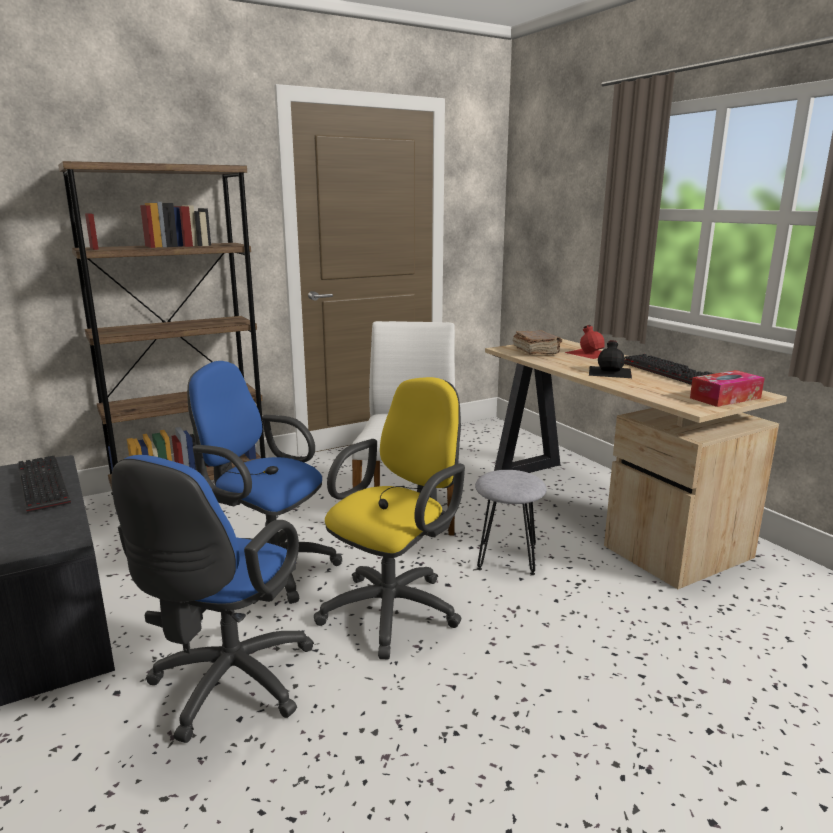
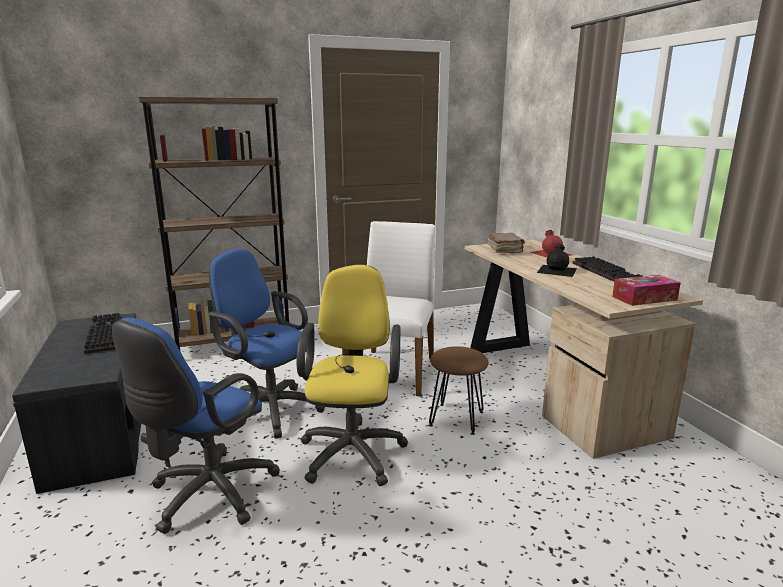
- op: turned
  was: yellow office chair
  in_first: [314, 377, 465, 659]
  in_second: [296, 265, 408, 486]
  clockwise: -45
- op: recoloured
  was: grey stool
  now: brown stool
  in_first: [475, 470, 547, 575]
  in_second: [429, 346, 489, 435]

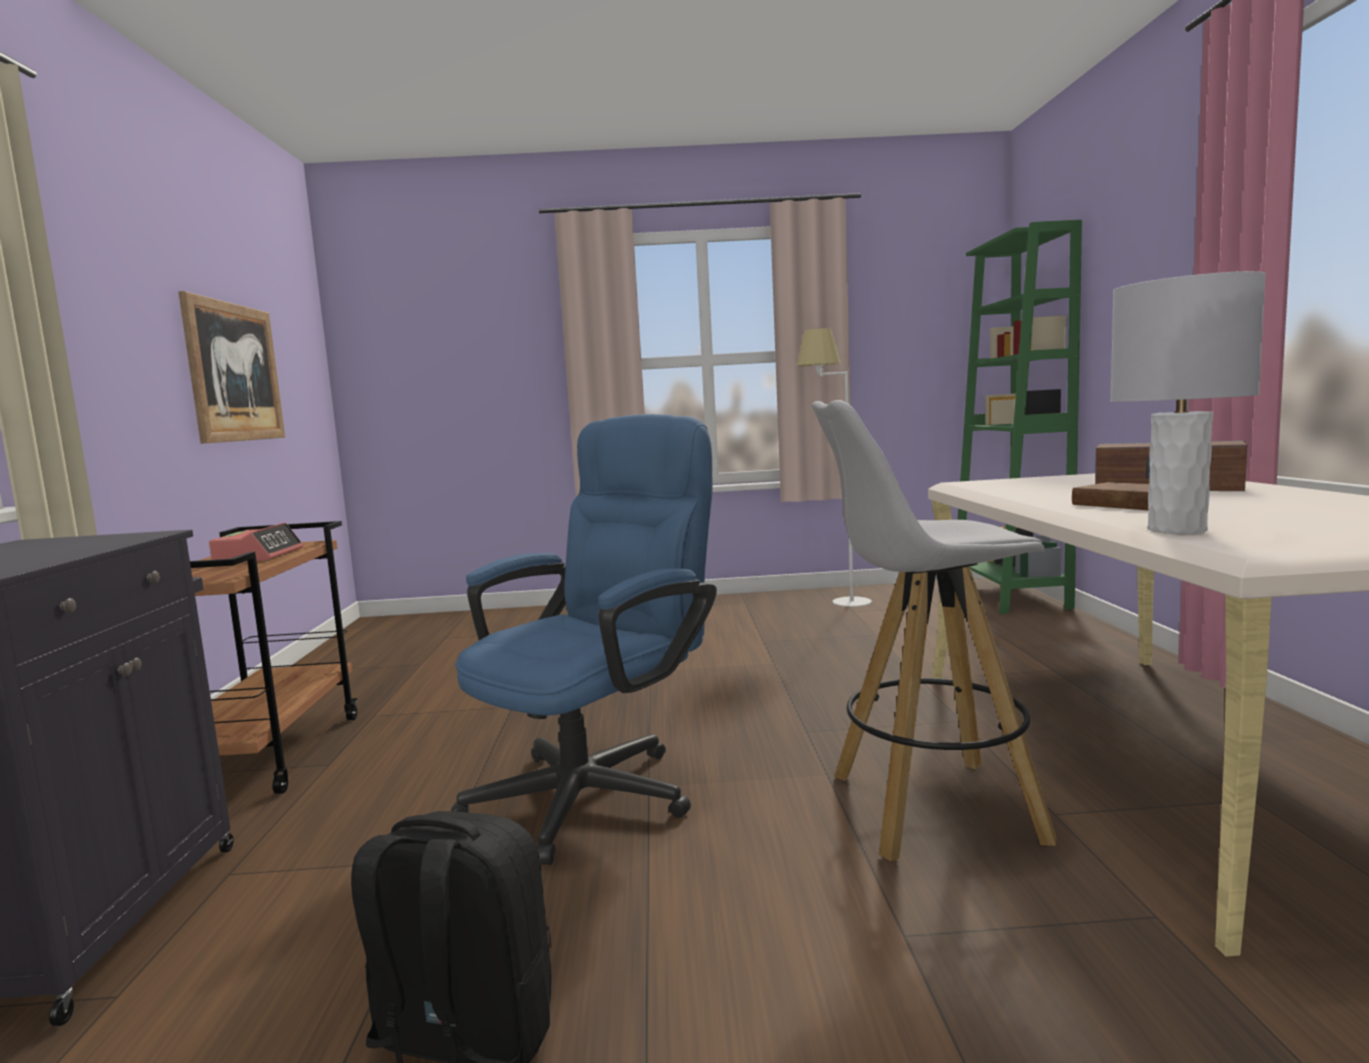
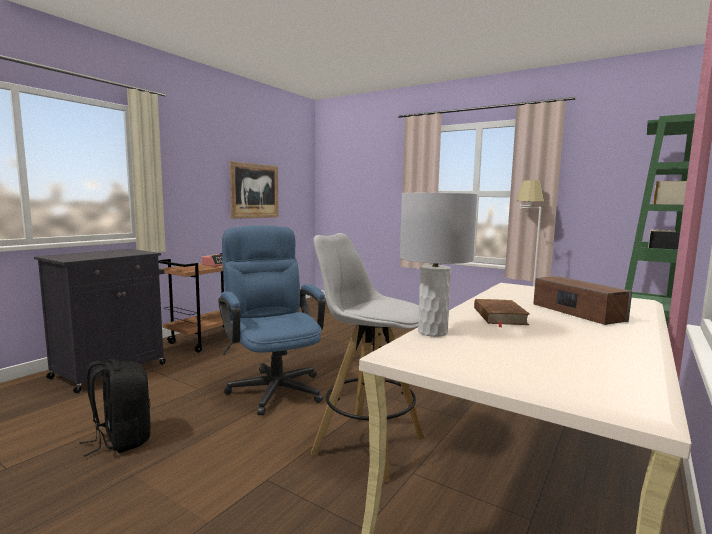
- op: turned
  was: blue office chair
  in_first: [451, 414, 717, 865]
  in_second: [218, 225, 325, 416]
  clockwise: -105

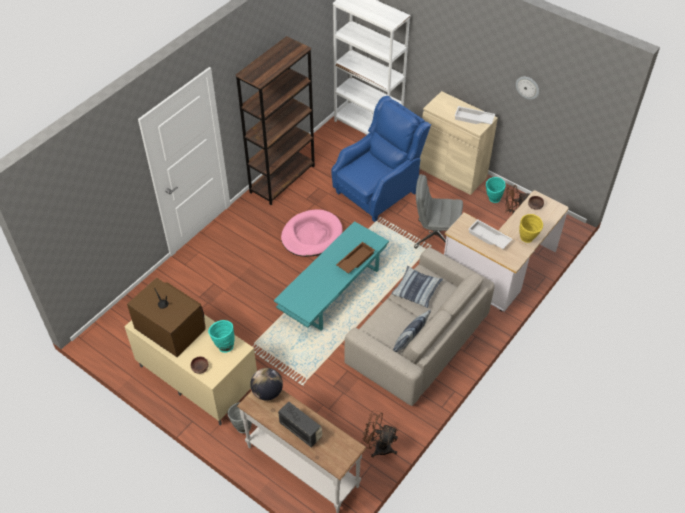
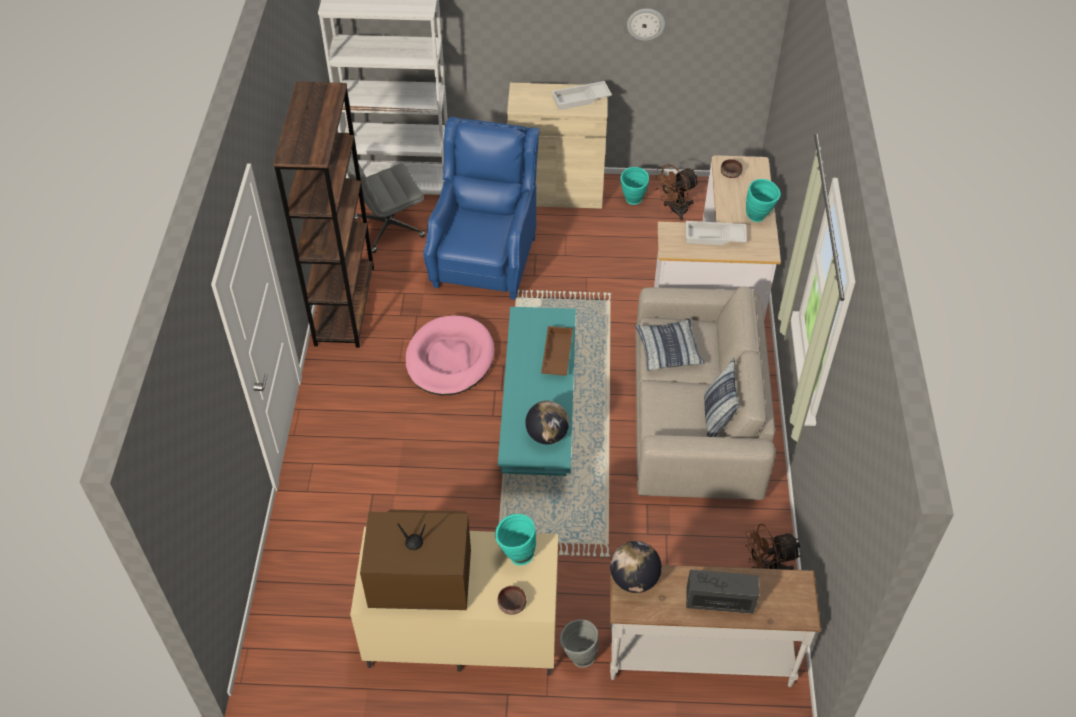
- op: moved
  was: grey office chair
  in_first: [414, 174, 463, 249]
  in_second: [347, 152, 425, 253]
- op: recoloured
  was: yellow vase
  now: turquoise vase
  in_first: [519, 214, 543, 243]
  in_second: [746, 179, 781, 222]
- op: added
  now: globe
  in_second: [525, 401, 569, 445]

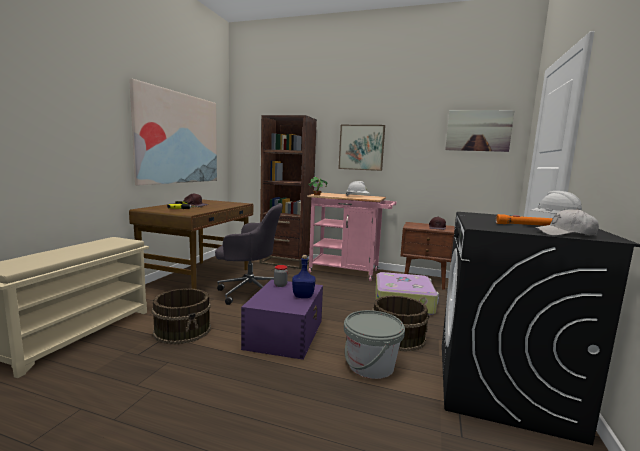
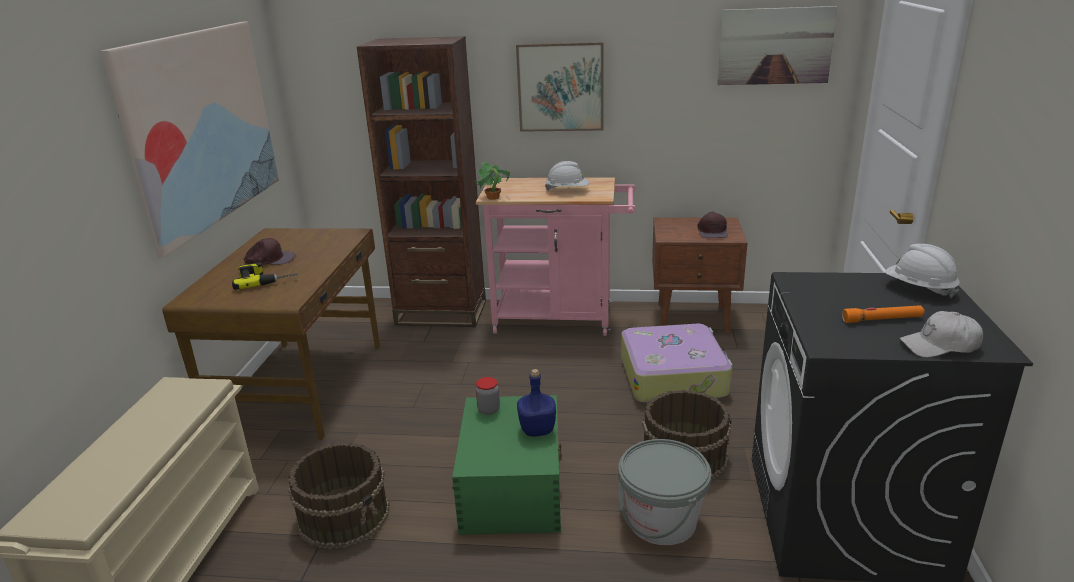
- op: removed
  was: grey office chair
  in_first: [215, 203, 283, 305]
- op: recoloured
  was: purple storage box
  now: green storage box
  in_first: [241, 279, 323, 360]
  in_second: [452, 395, 562, 535]

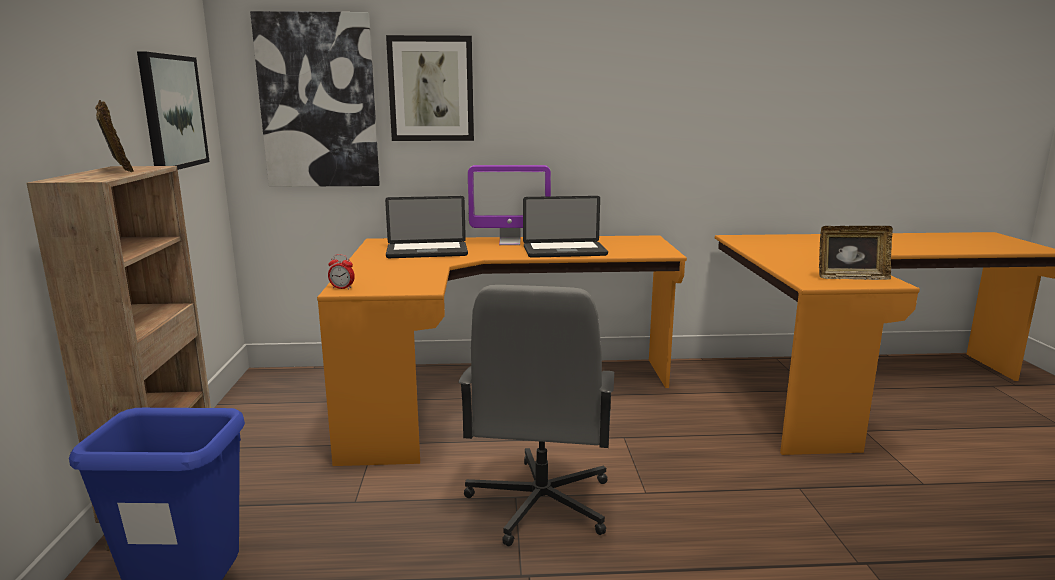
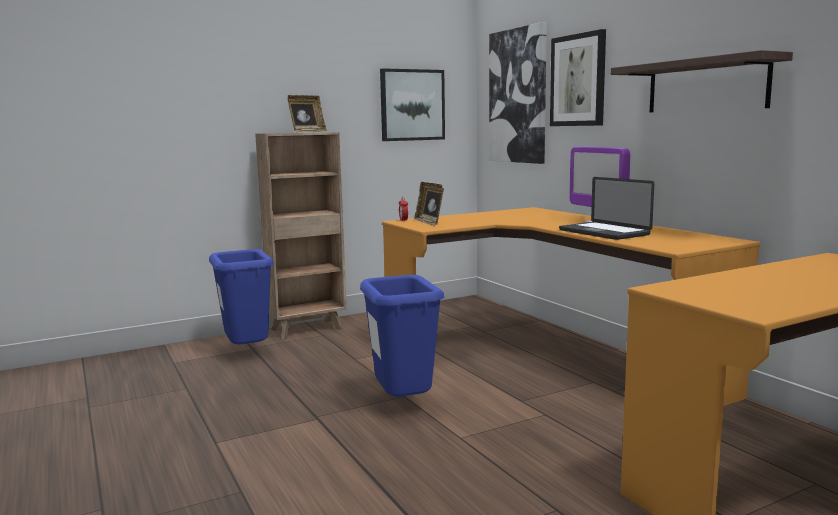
- op: removed
  was: laptop
  in_first: [385, 196, 468, 258]
- op: replaced
  was: grey office chair
  now: blue trash can
  in_first: [458, 285, 614, 546]
  in_second: [360, 275, 444, 406]
- op: moved
  was: picture frame
  in_first: [819, 226, 893, 280]
  in_second: [414, 182, 444, 226]
- op: added
  now: shelf
  in_second: [611, 50, 793, 112]

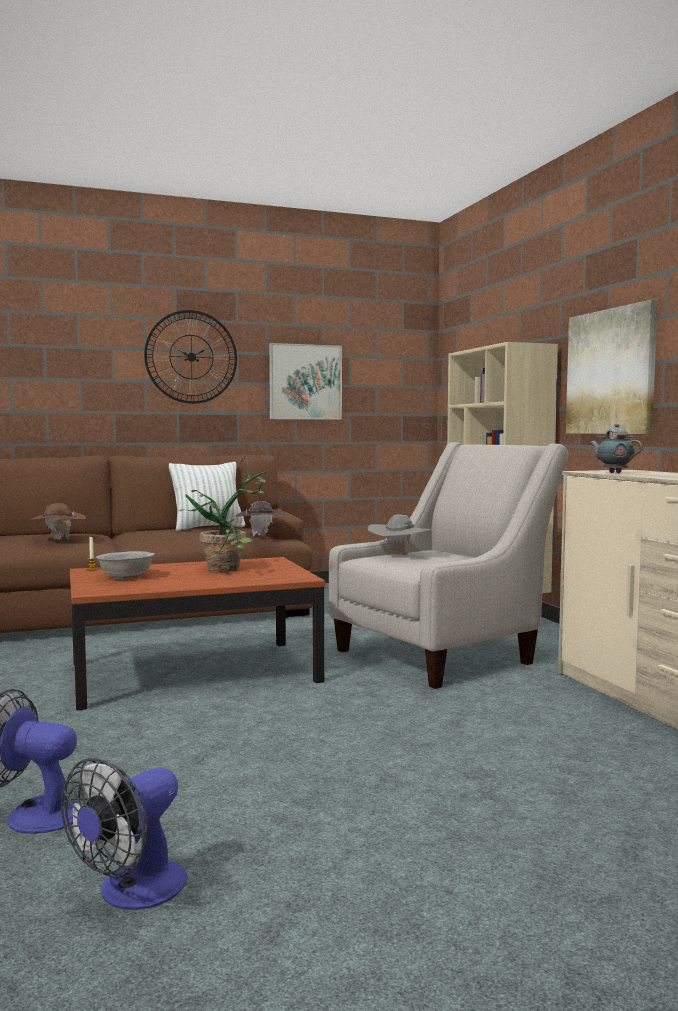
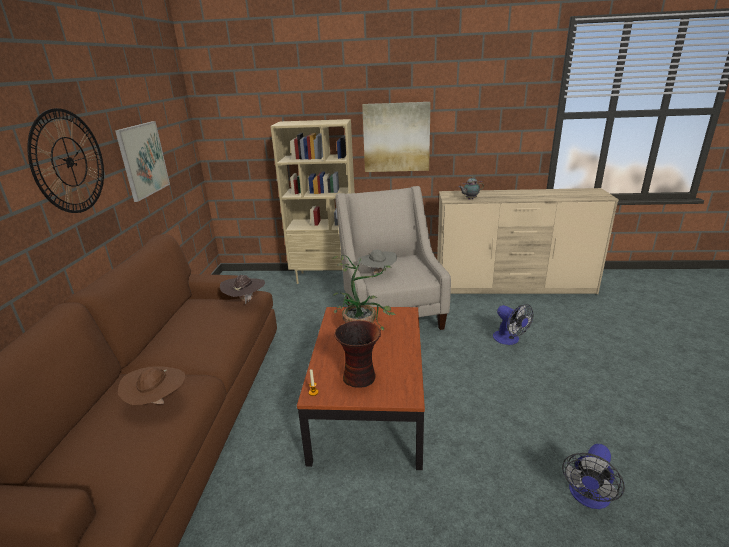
- op: moved
  was: fan
  in_first: [61, 758, 187, 910]
  in_second: [493, 304, 534, 345]
- op: replaced
  was: white bowl
  now: vase
  in_first: [96, 551, 155, 579]
  in_second: [334, 320, 381, 388]
- op: removed
  was: pillow
  in_first: [169, 462, 245, 531]

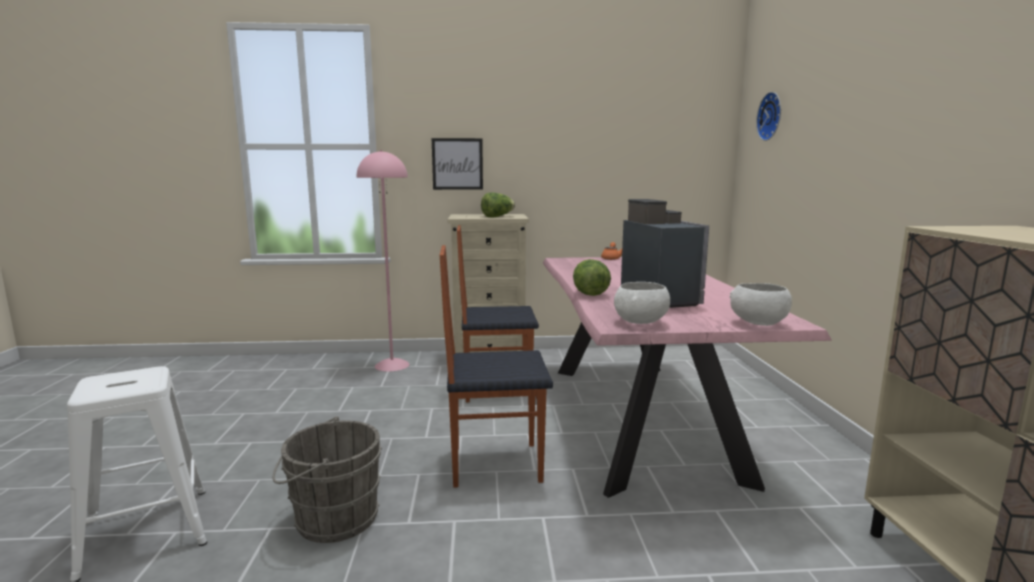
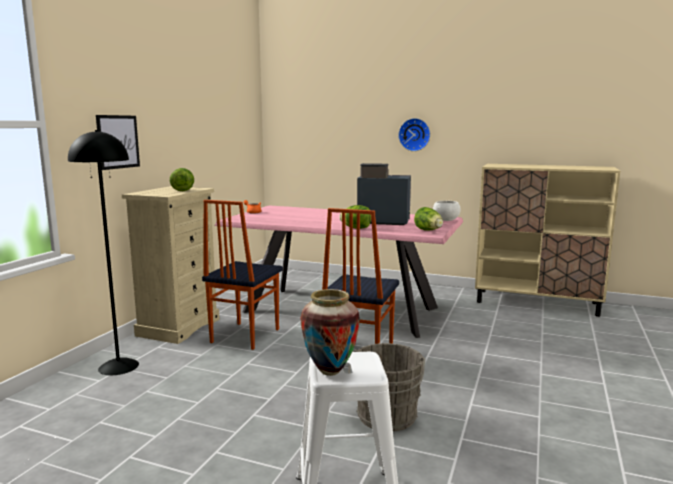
- op: recoloured
  was: pink floor lamp
  now: black floor lamp
  in_first: [357, 150, 410, 372]
  in_second: [68, 130, 139, 375]
- op: replaced
  was: white bowl
  now: lettuce
  in_first: [614, 282, 670, 324]
  in_second: [414, 207, 443, 231]
- op: moved
  was: wall clock
  in_first: [756, 92, 781, 141]
  in_second: [398, 118, 430, 151]
- op: added
  now: vase
  in_second: [300, 289, 360, 376]

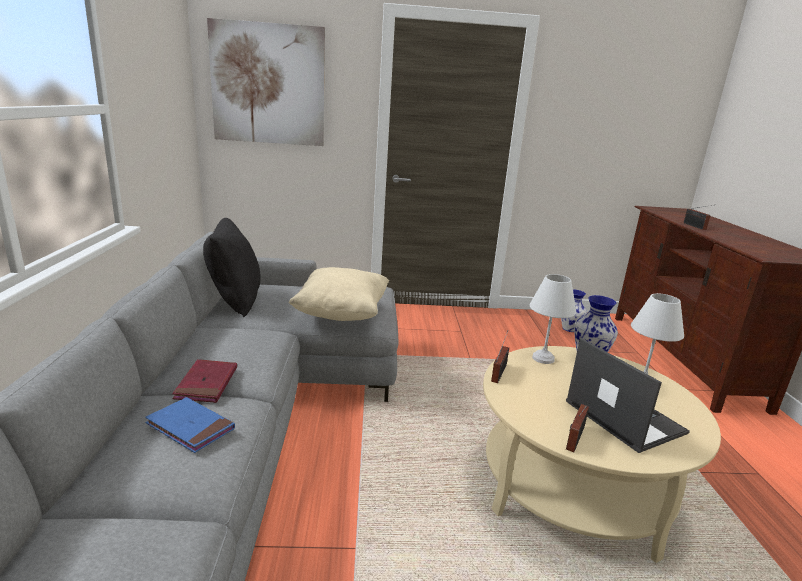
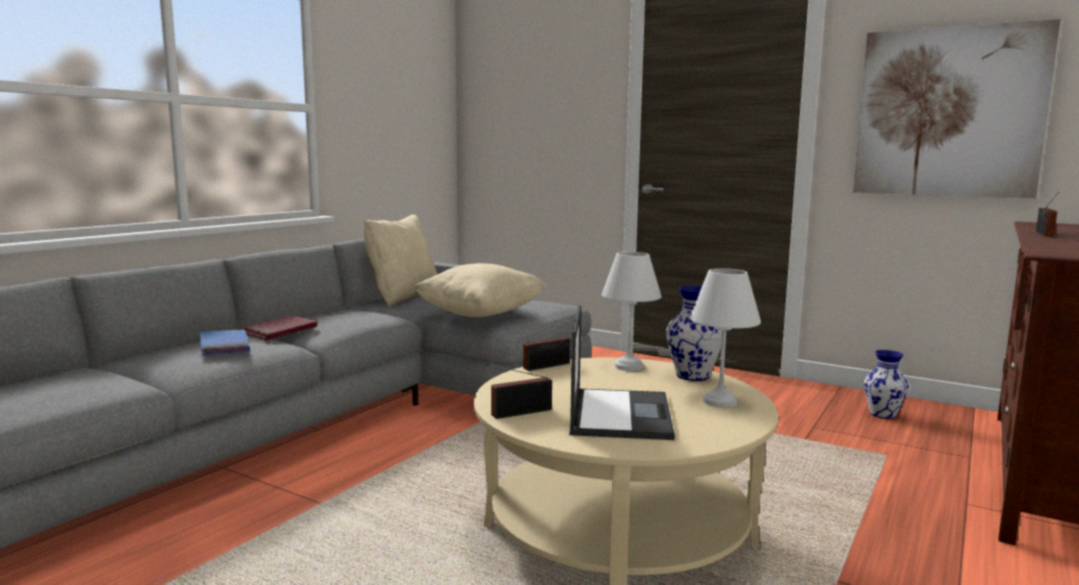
- op: recoloured
  was: black pillow
  now: beige pillow
  in_first: [203, 218, 261, 317]
  in_second: [363, 215, 437, 307]
- op: moved
  was: picture
  in_first: [207, 18, 325, 146]
  in_second: [853, 19, 1061, 198]

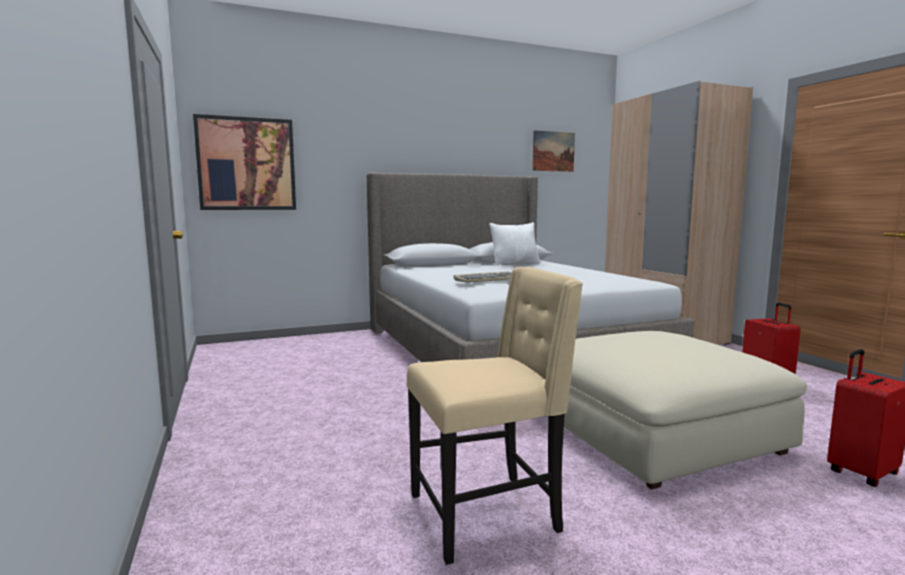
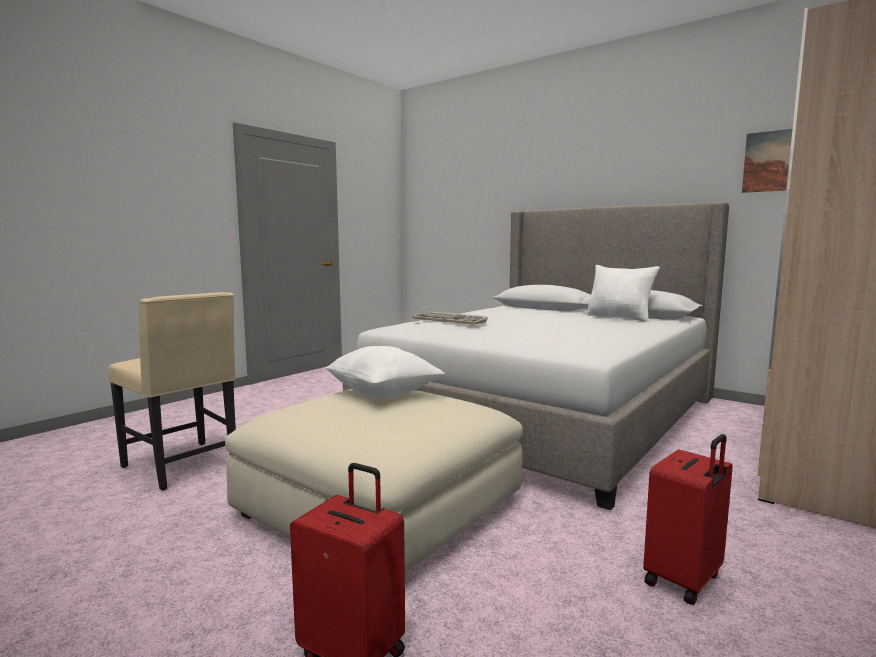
- op: removed
  was: picture
  in_first: [193, 114, 296, 210]
- op: added
  now: white pillow
  in_second: [325, 346, 445, 398]

